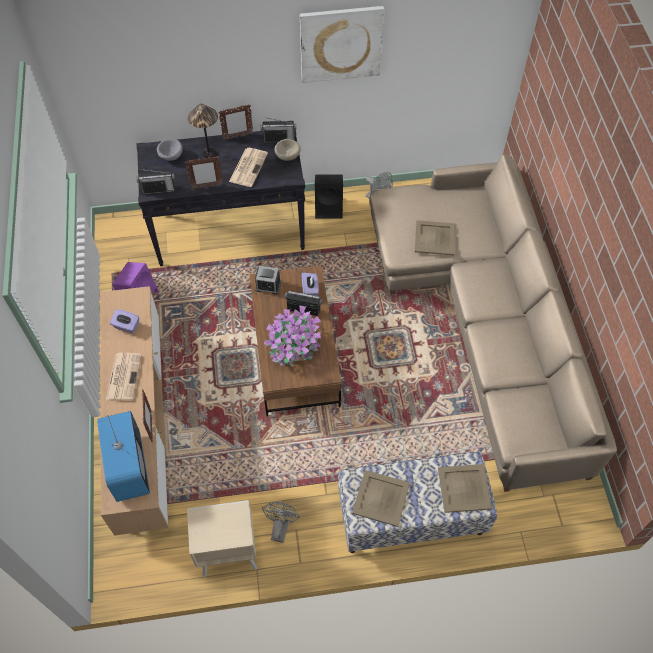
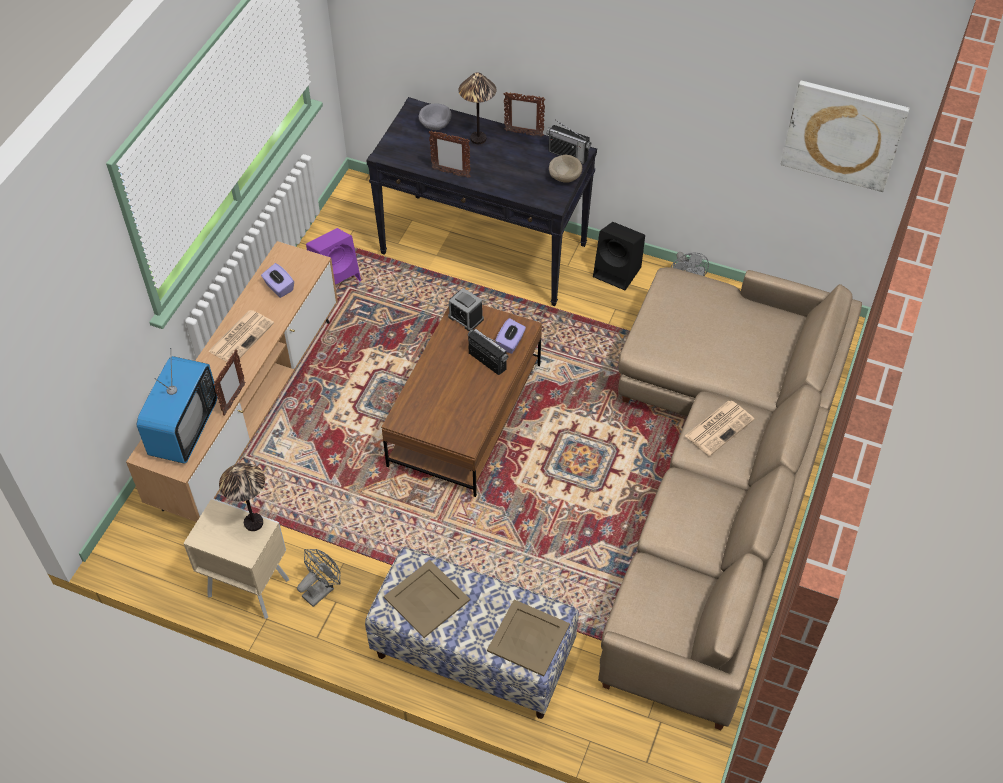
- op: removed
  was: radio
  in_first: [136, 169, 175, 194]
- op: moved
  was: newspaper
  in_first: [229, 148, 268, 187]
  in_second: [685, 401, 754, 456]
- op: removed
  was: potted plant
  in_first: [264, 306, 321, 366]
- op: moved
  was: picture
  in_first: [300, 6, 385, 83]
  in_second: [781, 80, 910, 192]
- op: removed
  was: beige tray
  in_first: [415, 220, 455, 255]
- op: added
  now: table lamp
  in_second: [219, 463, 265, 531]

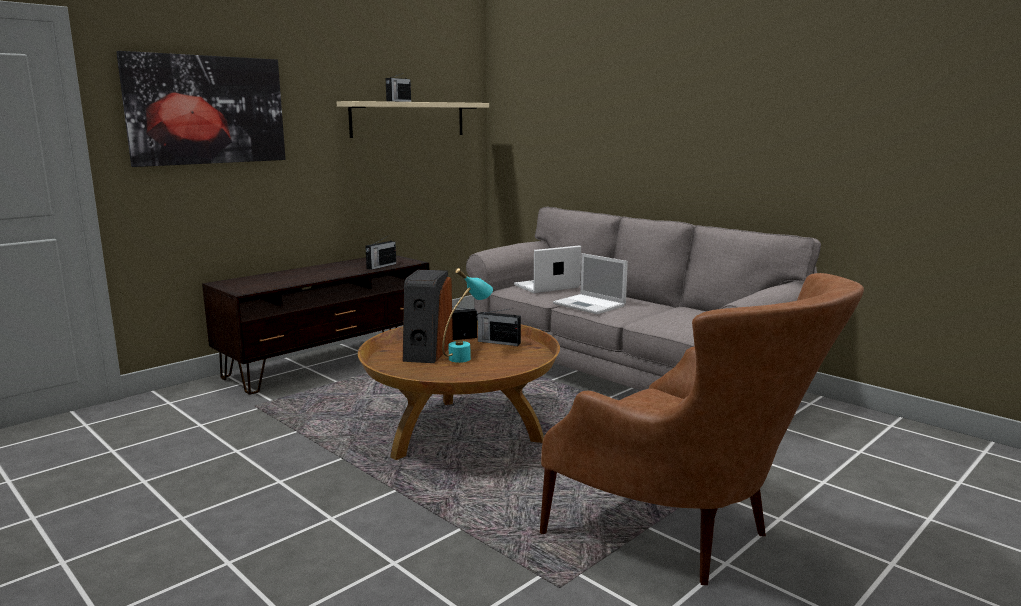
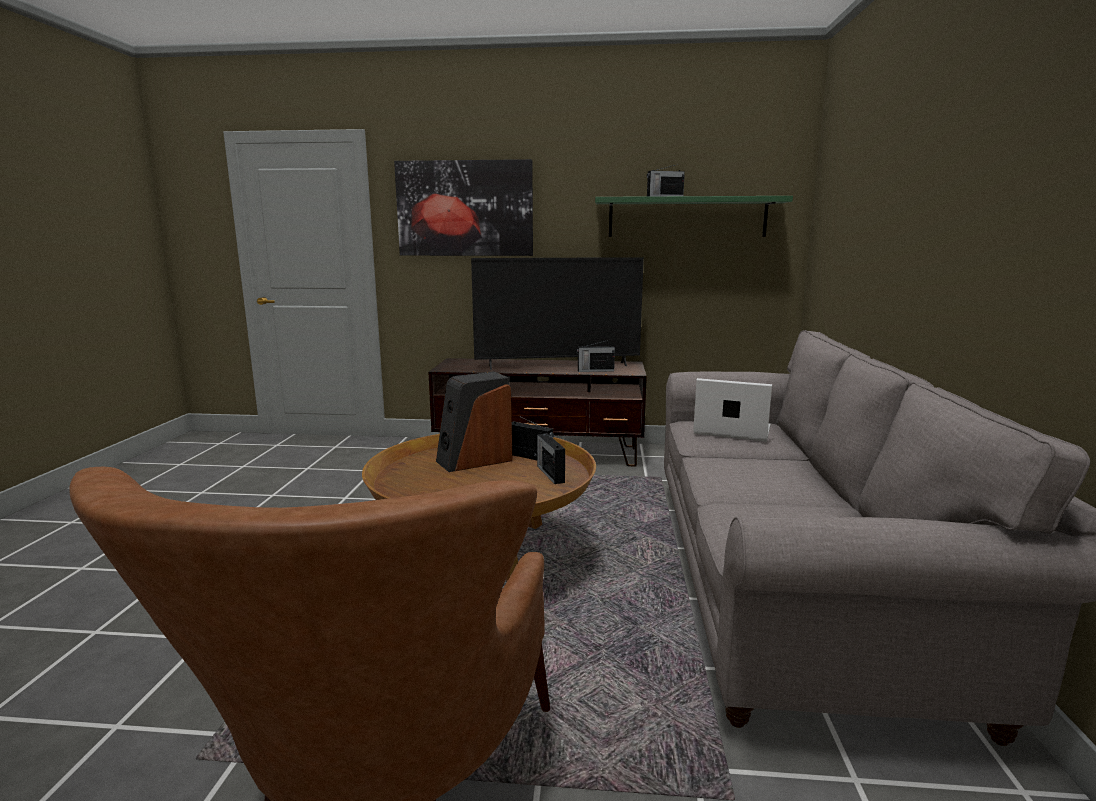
- op: recoloured
  was: beige shelf
  now: green shelf
  in_first: [336, 101, 489, 138]
  in_second: [595, 196, 793, 237]
- op: removed
  was: turquoise table lamp
  in_first: [442, 268, 493, 363]
- op: removed
  was: laptop
  in_first: [553, 253, 628, 314]
- op: added
  now: television
  in_second: [471, 257, 644, 370]

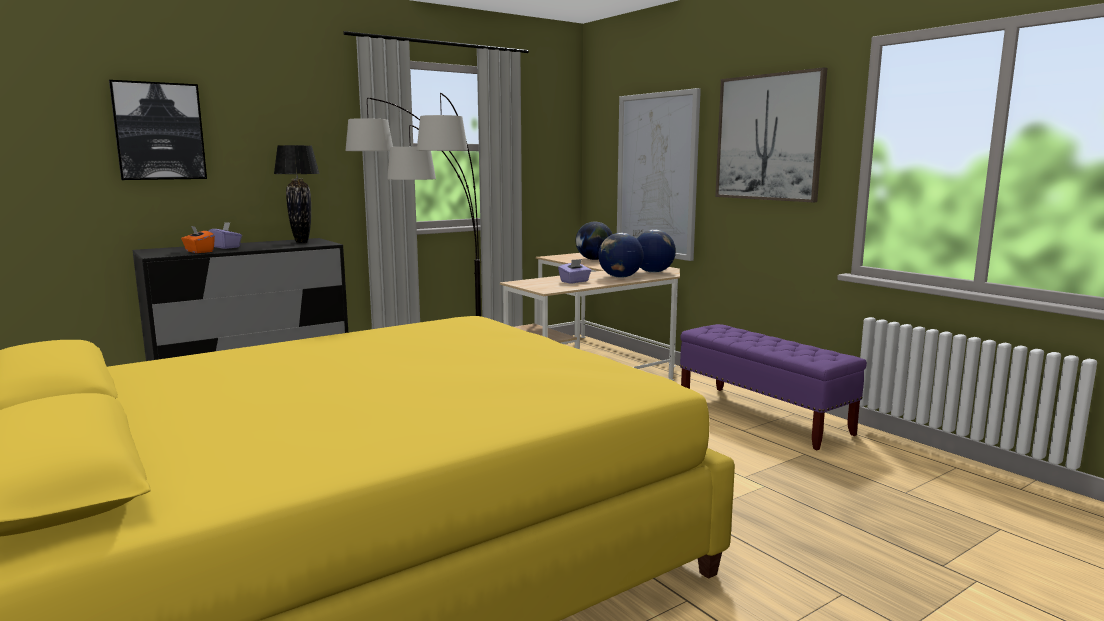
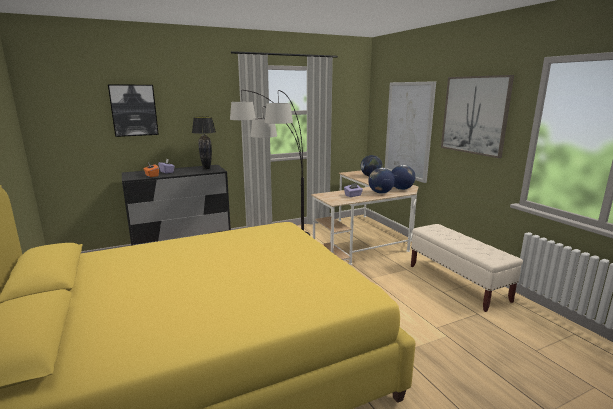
- op: recoloured
  was: purple bench
  now: beige bench
  in_first: [680, 324, 867, 451]
  in_second: [411, 224, 523, 312]

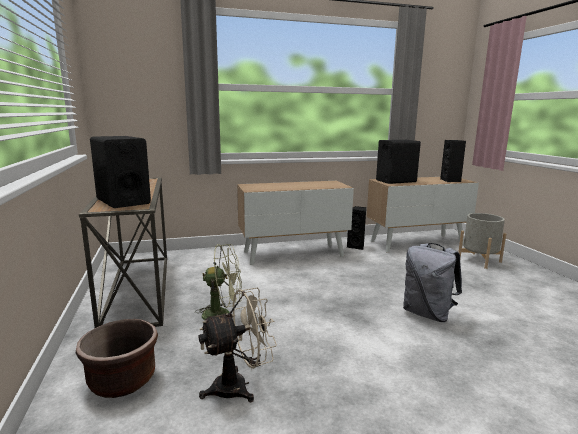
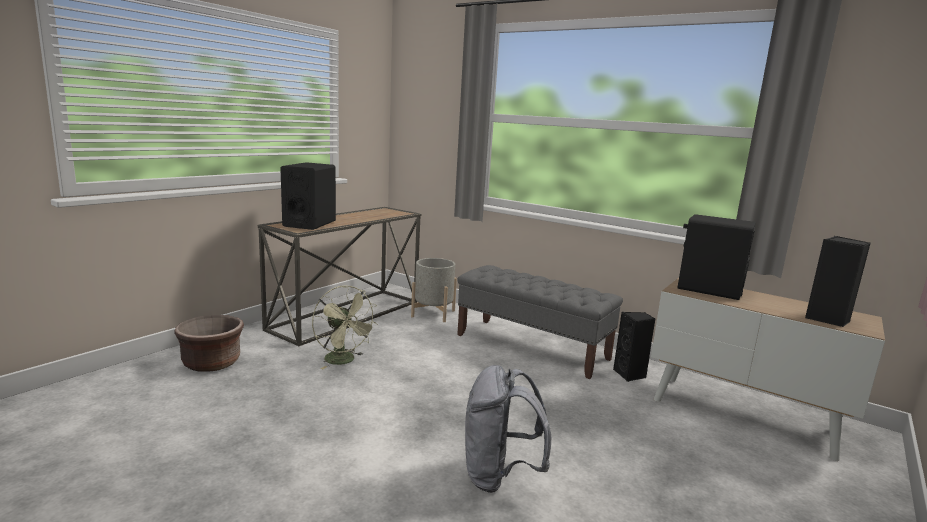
- op: removed
  was: beige fan
  in_first: [198, 288, 277, 402]
- op: replaced
  was: cabinet
  now: grey bench
  in_first: [237, 181, 354, 265]
  in_second: [457, 265, 623, 379]
- op: moved
  was: grey planter
  in_first: [458, 213, 507, 269]
  in_second: [411, 258, 457, 322]

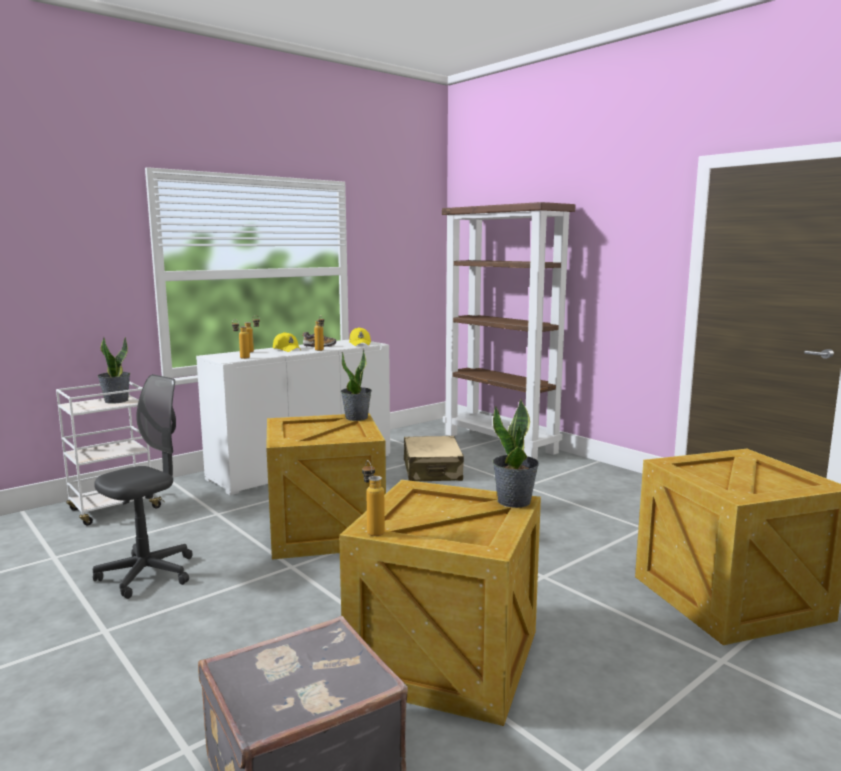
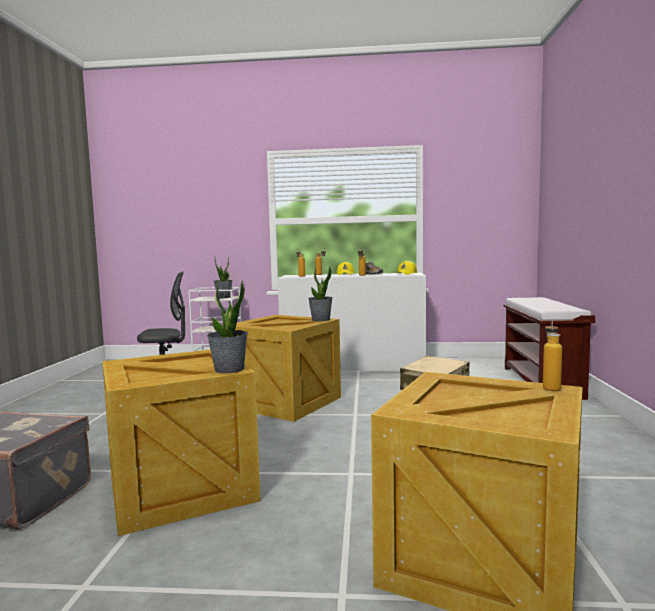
- op: moved
  was: bottle
  in_first: [362, 460, 385, 536]
  in_second: [543, 320, 562, 391]
- op: replaced
  was: brown bookcase
  now: brown bench
  in_first: [442, 202, 576, 460]
  in_second: [503, 297, 595, 400]

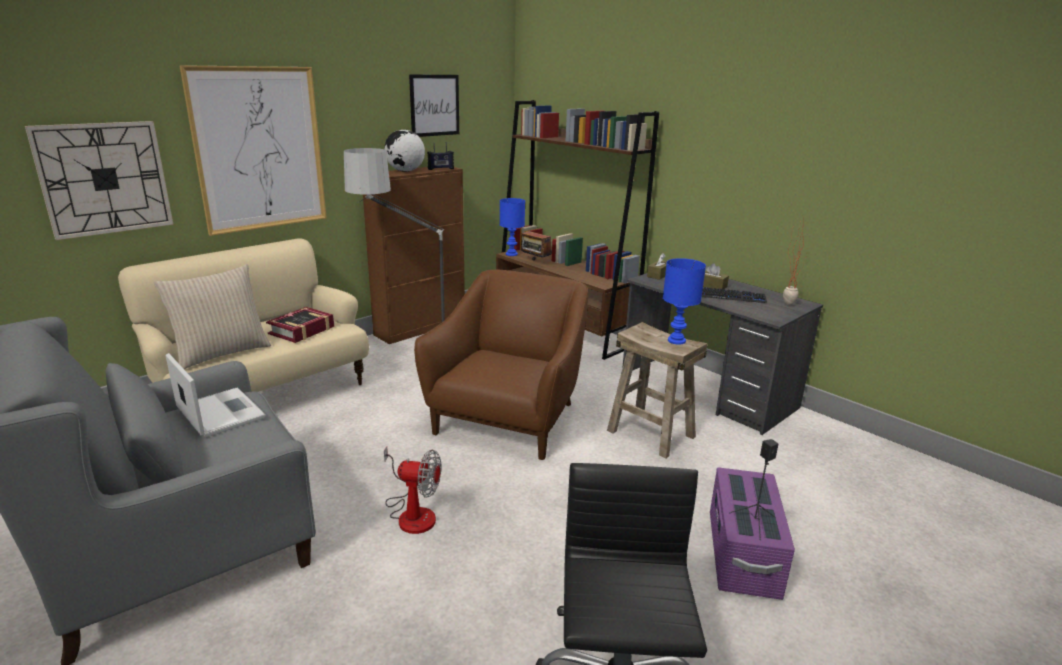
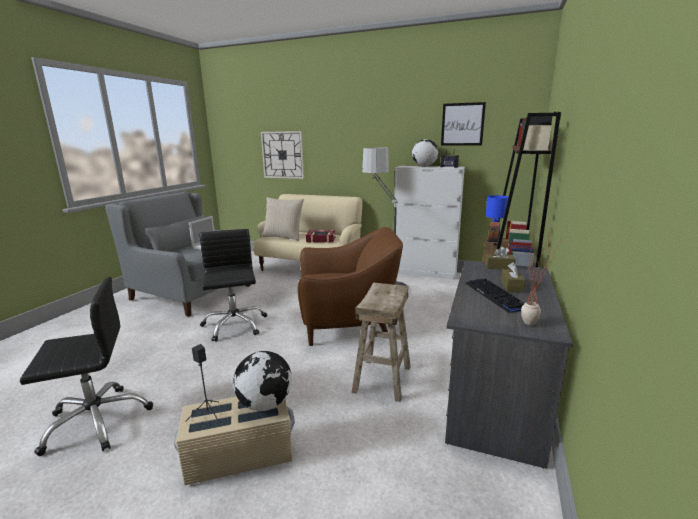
- op: removed
  was: picture
  in_first: [179, 65, 327, 236]
- op: recoloured
  was: brown cabinet
  now: white cabinet
  in_first: [363, 167, 465, 344]
  in_second: [394, 166, 465, 279]
- op: replaced
  was: fan
  now: black office chair
  in_first: [384, 446, 441, 534]
  in_second: [199, 229, 267, 342]
- op: removed
  was: blue table lamp
  in_first: [663, 258, 706, 345]
- op: recoloured
  was: purple storage box
  now: beige storage box
  in_first: [710, 467, 795, 600]
  in_second: [174, 397, 295, 485]
- op: added
  now: globe
  in_second: [233, 351, 292, 411]

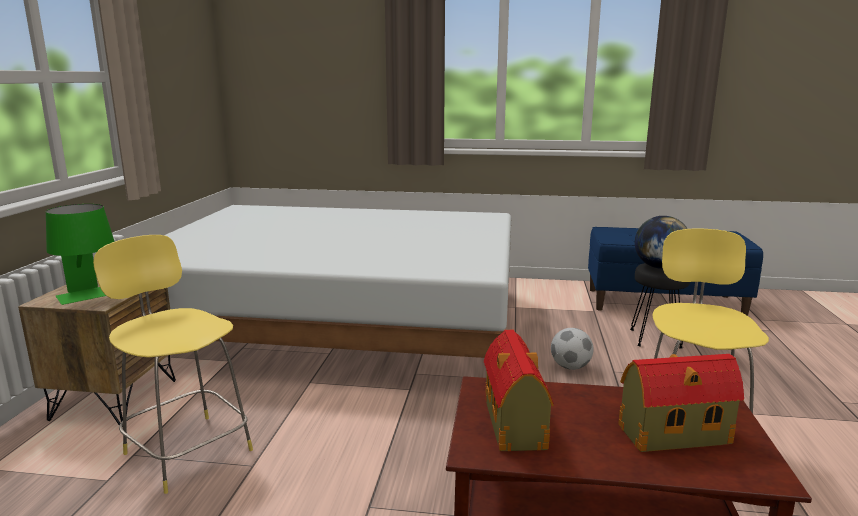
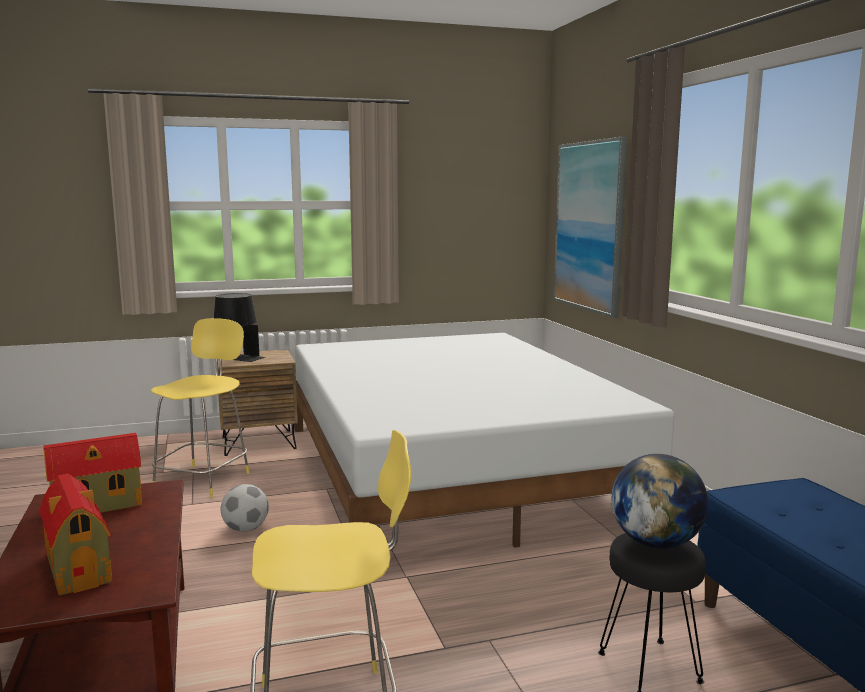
- op: recoloured
  was: green table lamp
  now: black table lamp
  in_first: [46, 204, 115, 305]
  in_second: [214, 293, 266, 362]
- op: moved
  was: football
  in_first: [551, 328, 593, 370]
  in_second: [221, 484, 269, 532]
- op: added
  now: picture
  in_second: [554, 137, 627, 318]

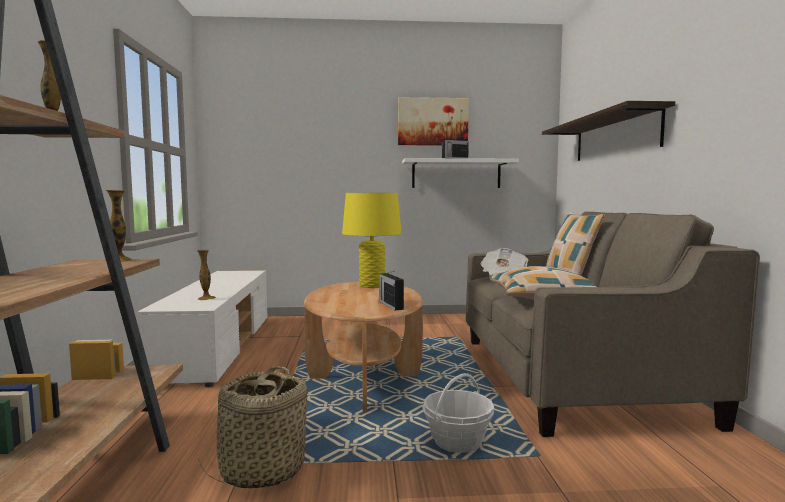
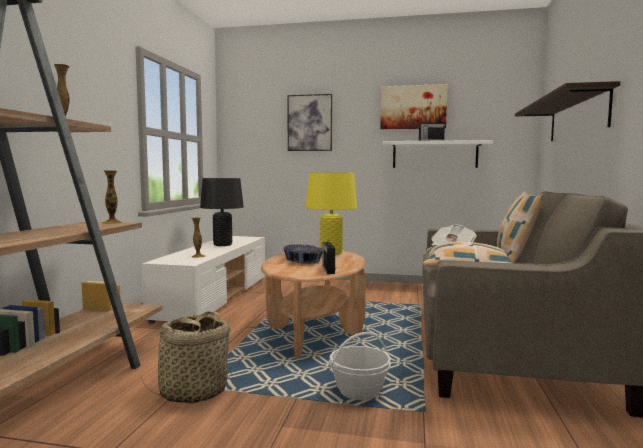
- op: added
  now: black table lamp
  in_second: [200, 178, 244, 246]
- op: added
  now: bowl
  in_second: [283, 244, 322, 264]
- op: added
  now: picture
  in_second: [287, 94, 332, 151]

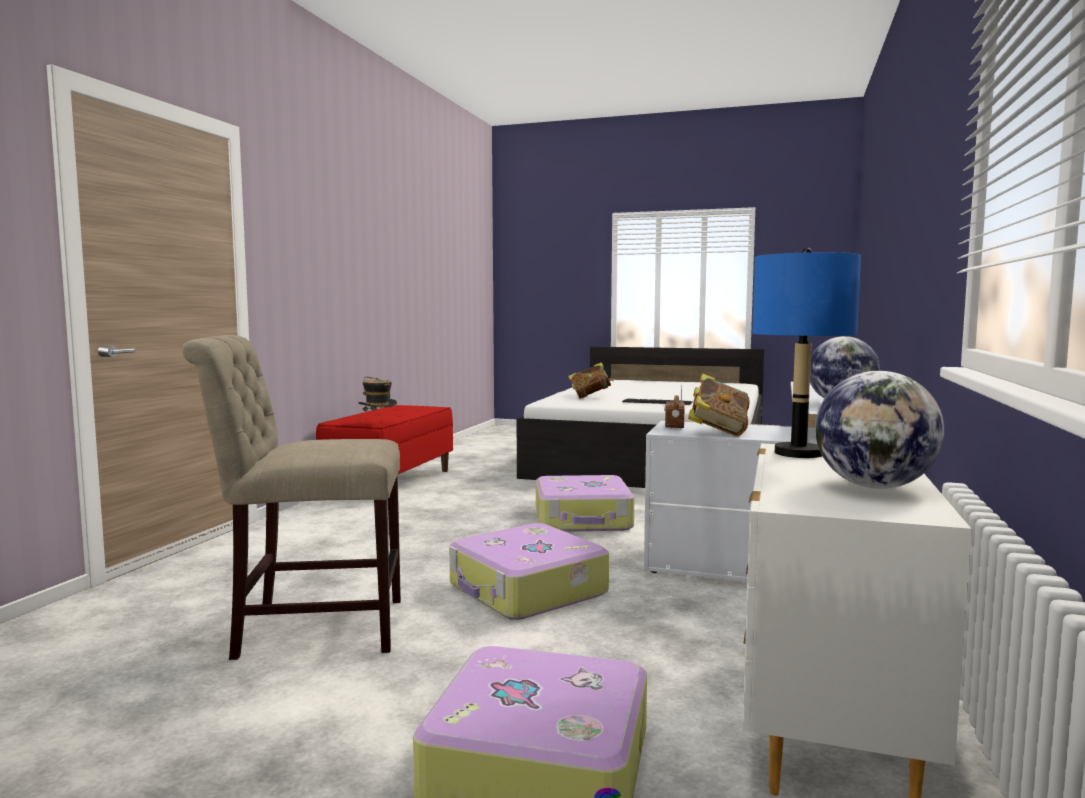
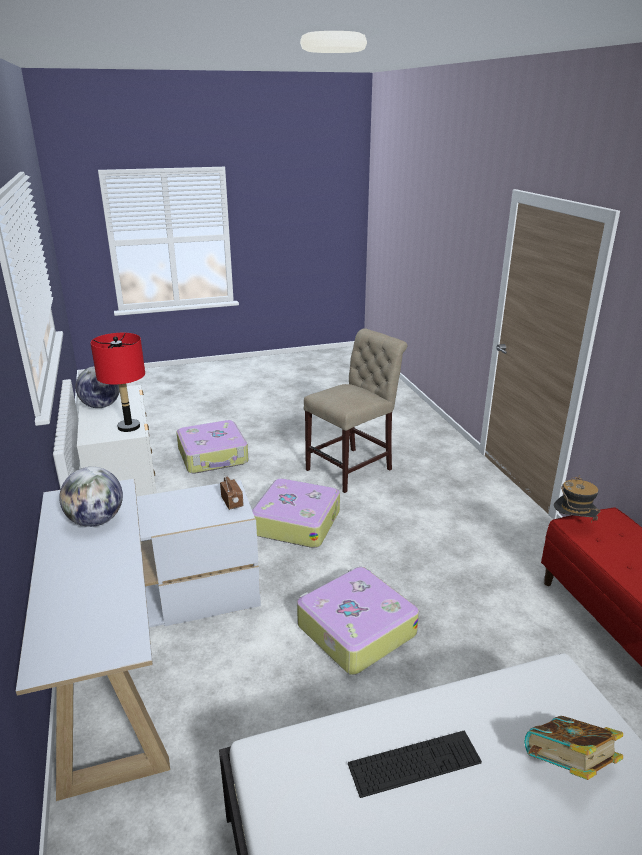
- op: removed
  was: book
  in_first: [688, 373, 750, 436]
- op: recoloured
  was: blue table lamp
  now: red table lamp
  in_first: [752, 248, 861, 458]
  in_second: [90, 333, 145, 432]

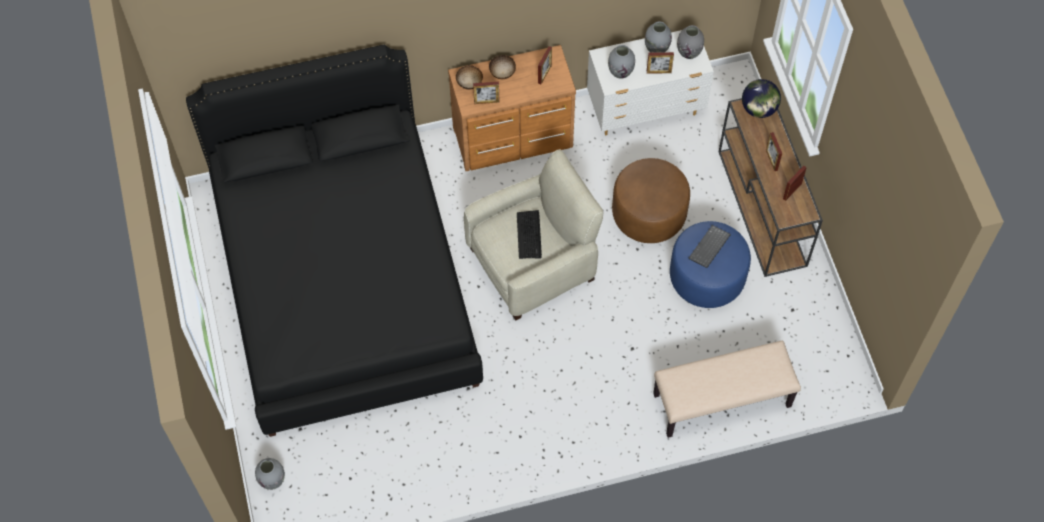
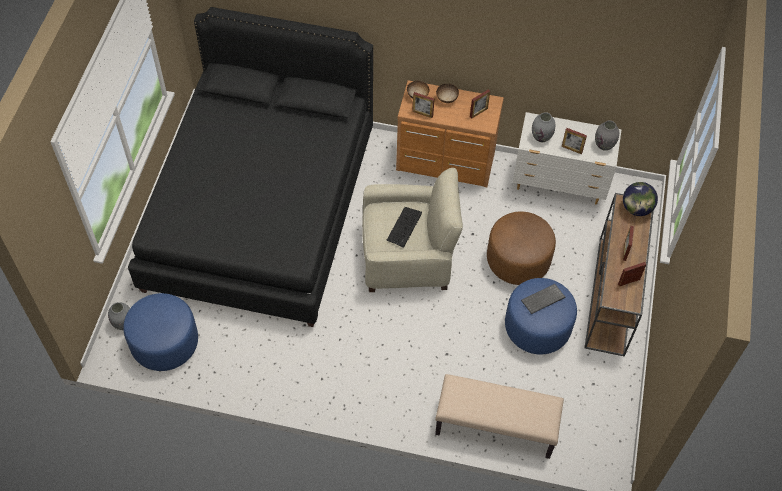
- op: removed
  was: grey vase
  in_first: [645, 21, 672, 53]
- op: added
  now: blue ottoman
  in_second: [123, 293, 198, 371]

